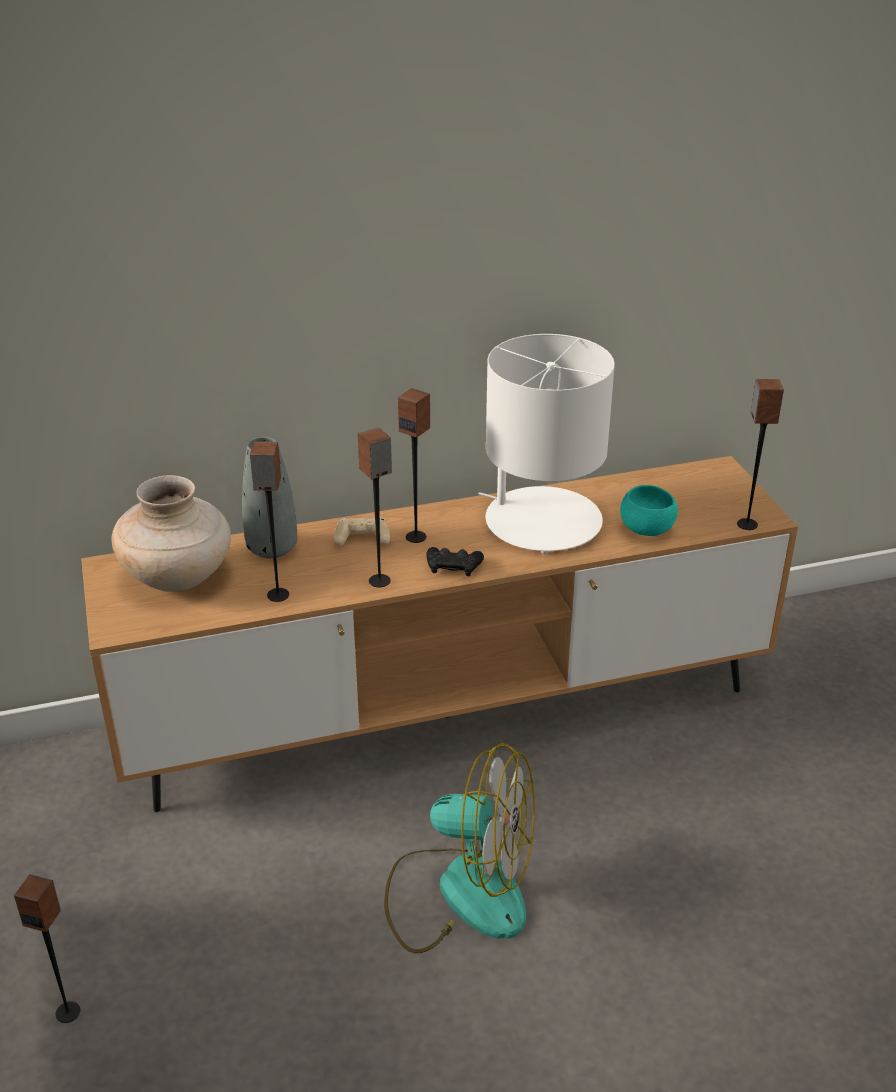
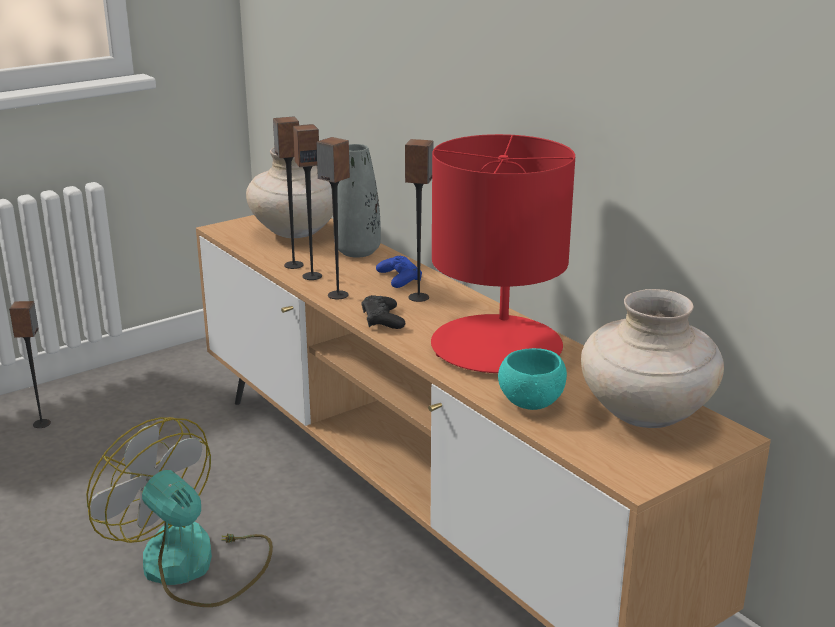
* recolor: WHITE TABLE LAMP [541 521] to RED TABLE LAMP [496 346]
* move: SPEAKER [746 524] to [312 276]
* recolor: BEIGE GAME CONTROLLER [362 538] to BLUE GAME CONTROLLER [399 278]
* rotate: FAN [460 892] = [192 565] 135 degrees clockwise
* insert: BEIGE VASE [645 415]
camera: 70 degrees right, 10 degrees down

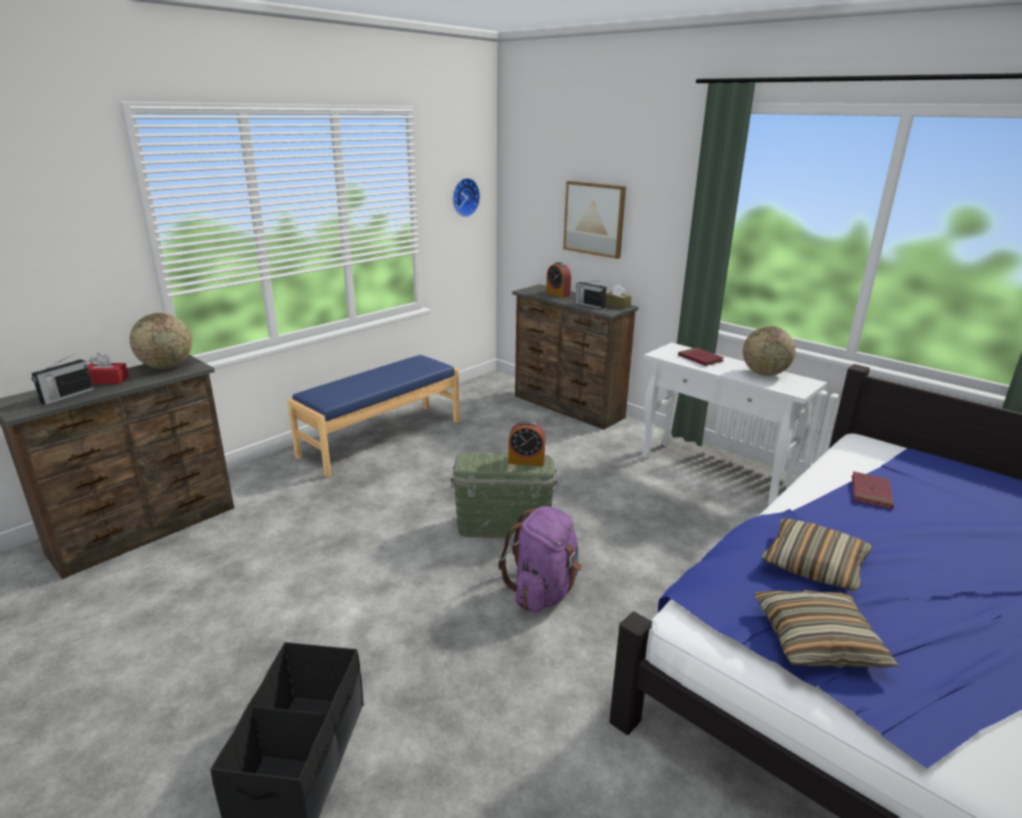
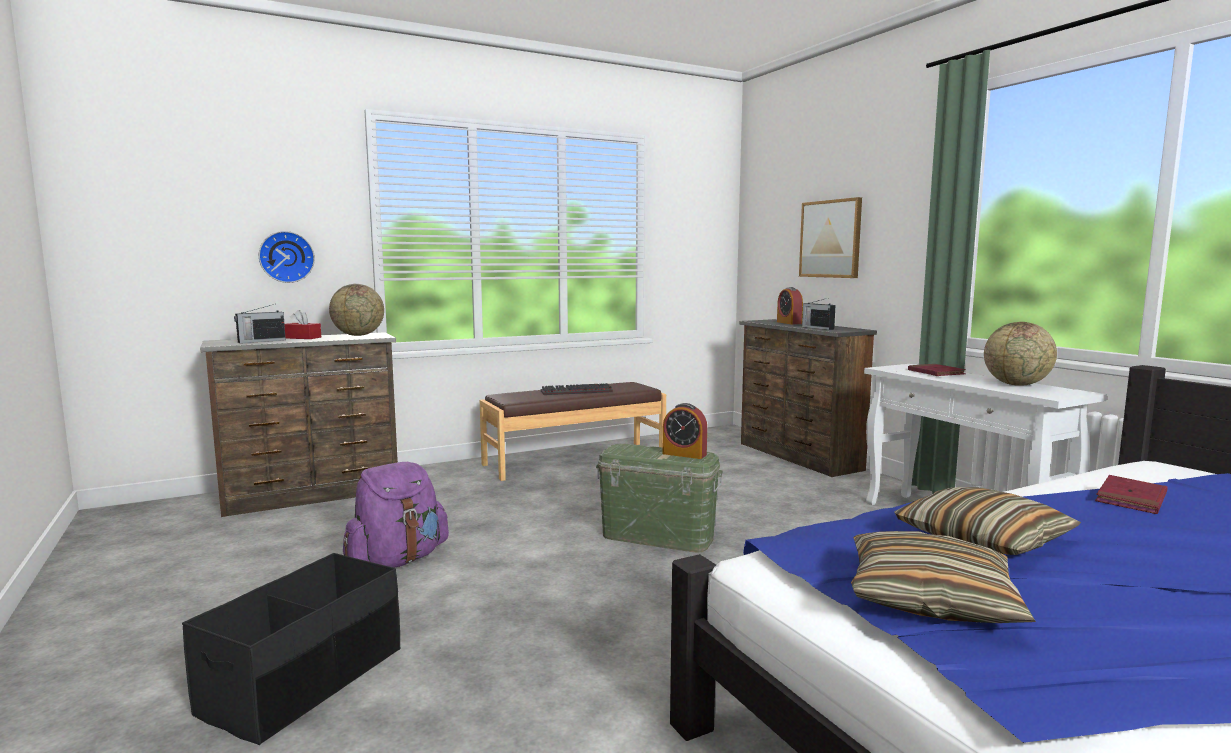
* move: WALL CLOCK [464 197] to [286 257]
* delete: BROWN TISSUE BOX [616 305]
* recolor: BLUE BENCH [381 438] to BROWN BENCH [575 460]
* move: PURPLE BACKPACK [543 591] to [398 560]
* insert: KEYBOARD [575 392]
camera: 20 degrees right, 15 degrees down

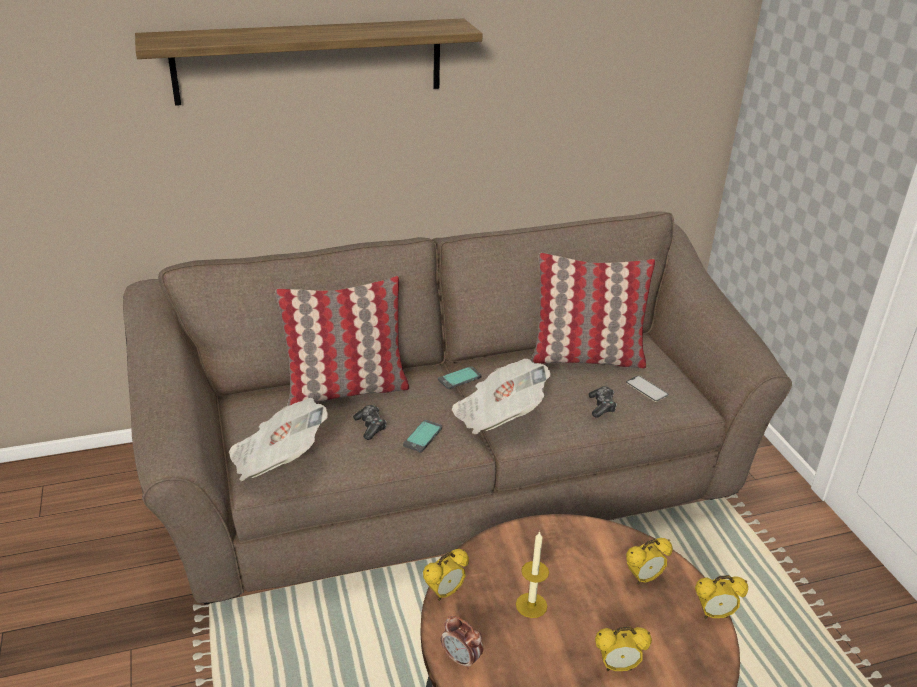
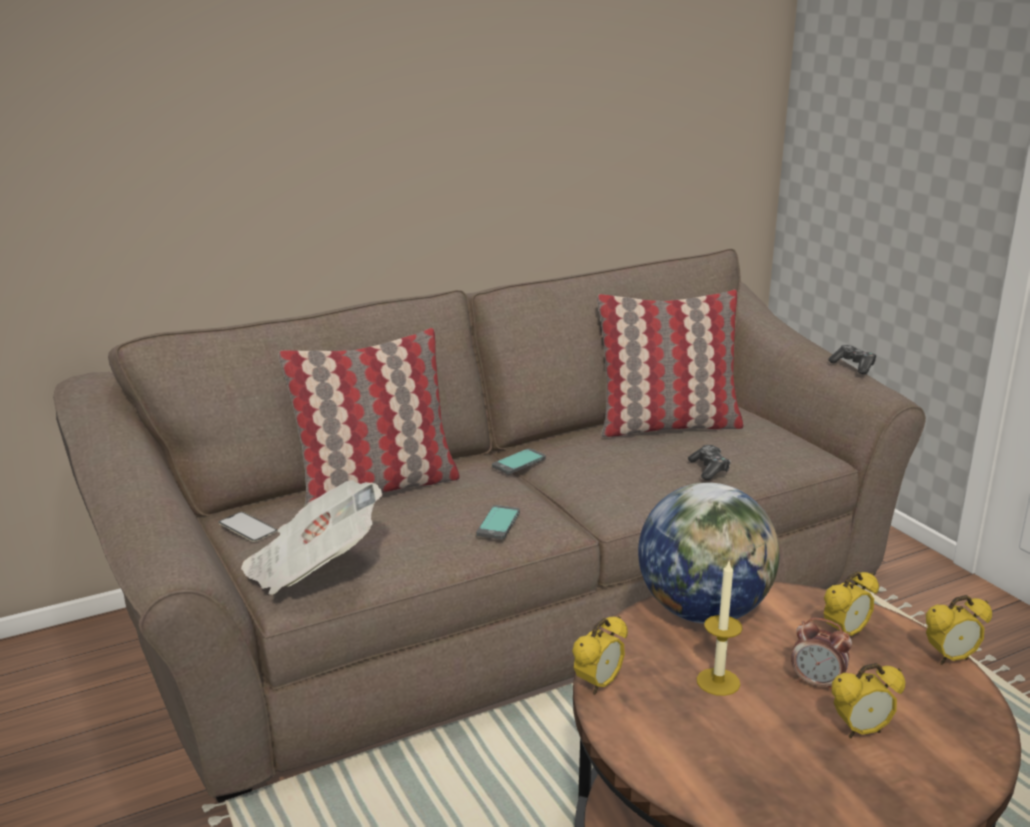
* delete: SHELF [309 61]
* delete: NEWSPAPER [498 415]
* move: PHONE [647 389] to [247 527]
* move: GAME CONTROLLER [370 426] to [853 366]
* move: ALARM CLOCK [461 659] to [817 683]
* insert: GLOBE [703 612]
camera: 10 degrees left, 10 degrees down

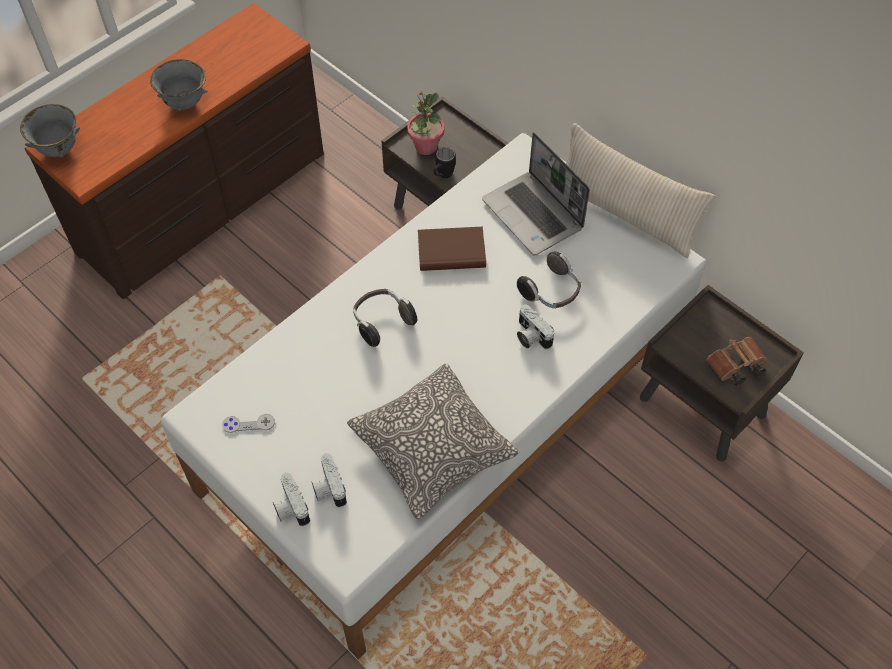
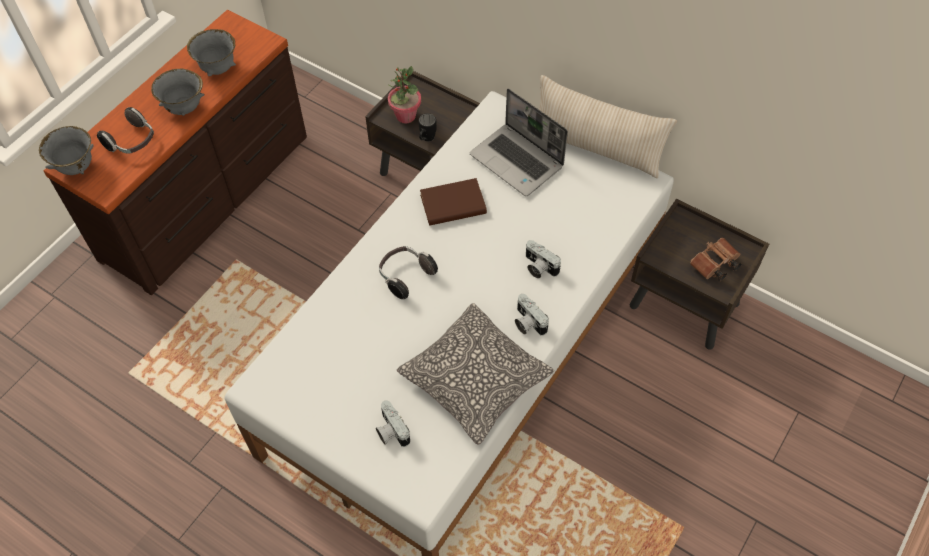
* move: HEADPHONES [551 292] to [132 142]
* delete: GREY GAME CONTROLLER [248 424]
* move: PHOTO CAMERA [290 507] to [527 322]
* insert: GREY BOWL [218 69]
camera: 10 degrees left, 0 degrees up

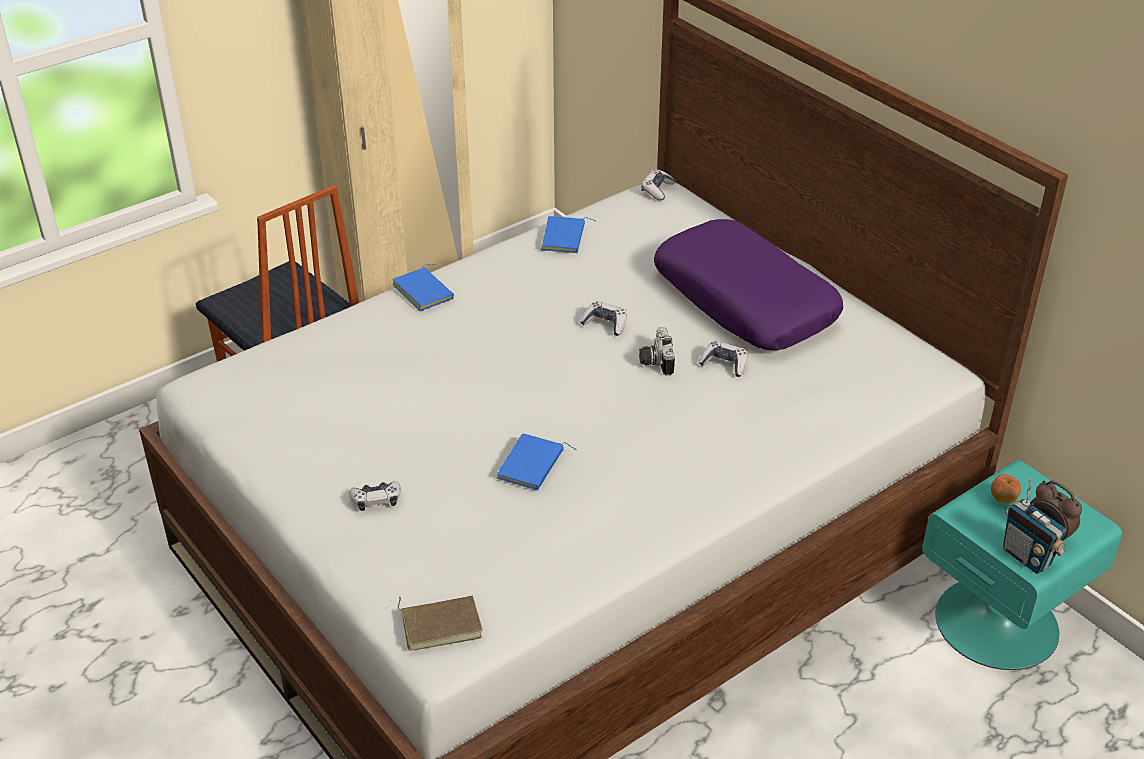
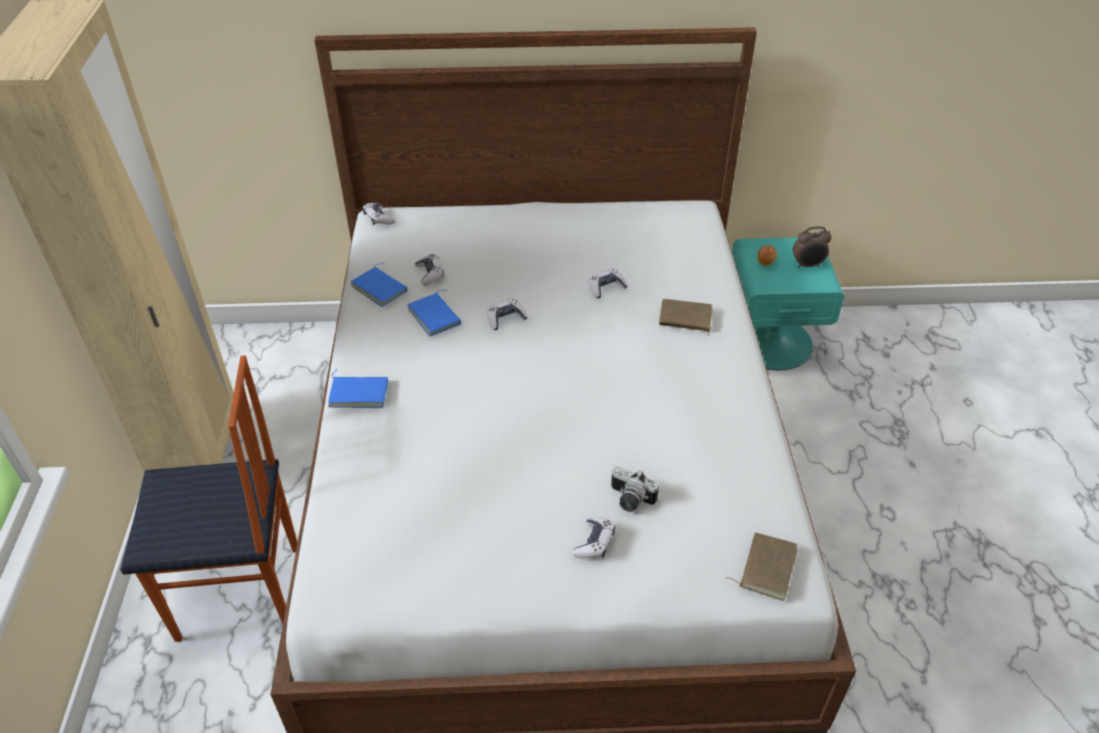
* delete: PURPLE PILLOW [745 301]
* move: PHOTO CAMERA [655 361] to [629 500]
* move: BLUE BOOK [532 466] to [436 316]
* delete: RADIO [1027 557]
* insert: GAME CONTROLLER [430 274]
* insert: BROWN BOOK [685 319]
camera: 55 degrees left, 5 degrees up

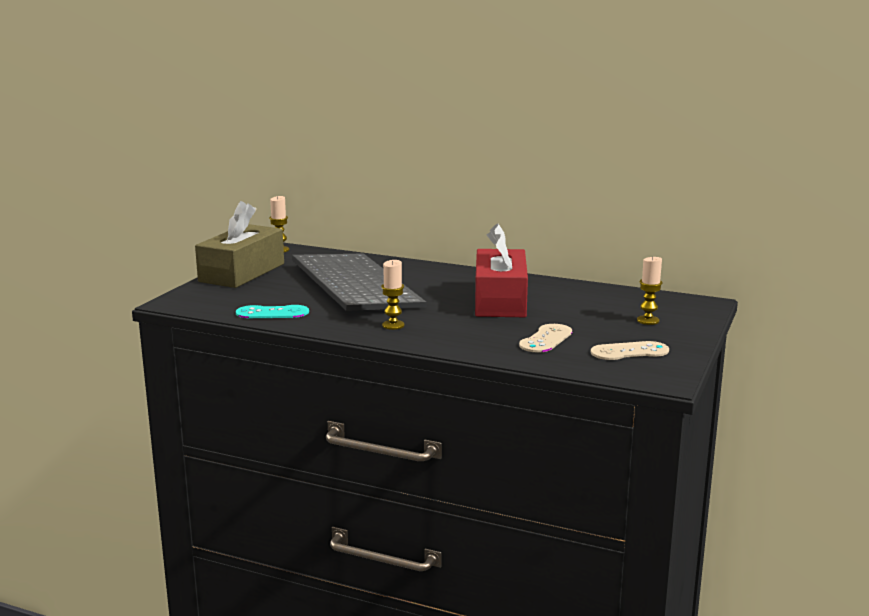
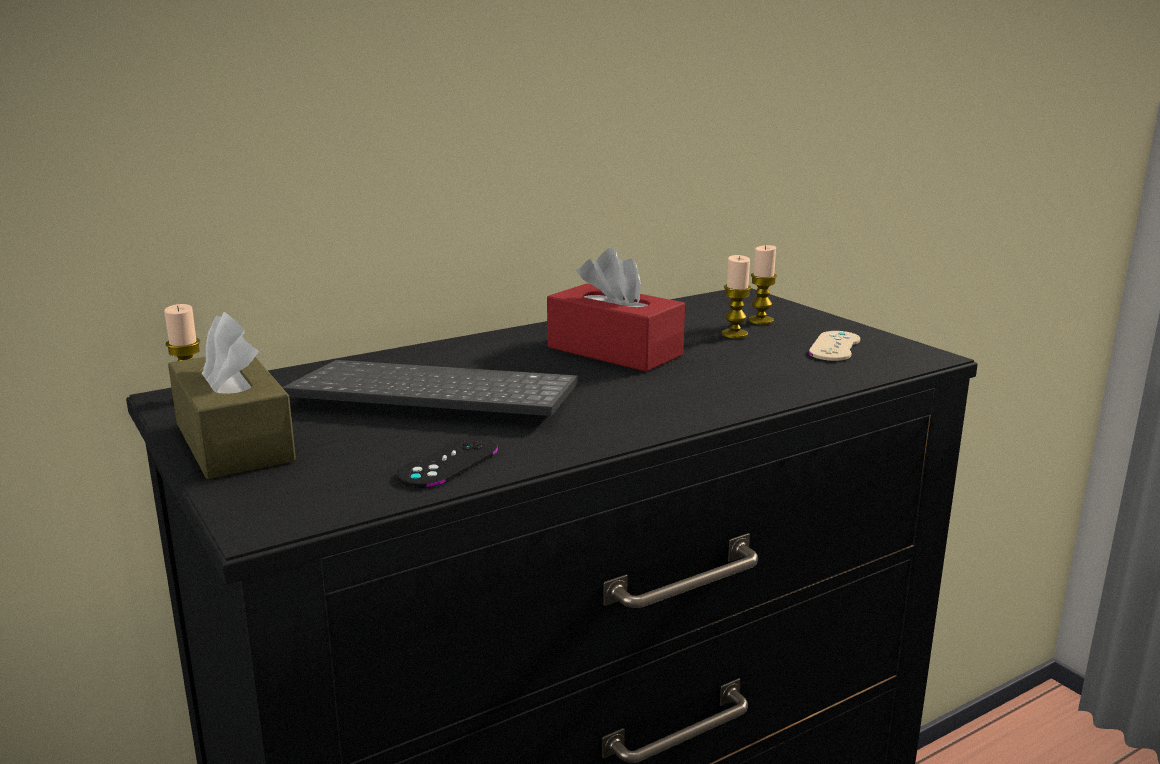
* move: CANDLE [393 325] to [734 334]
* recolor: TURQUOISE GAME CONTROLLER [272 312] to BLACK GAME CONTROLLER [448 462]
* delete: BEIGE GAME CONTROLLER [546 338]
camera: 55 degrees left, 0 degrees up

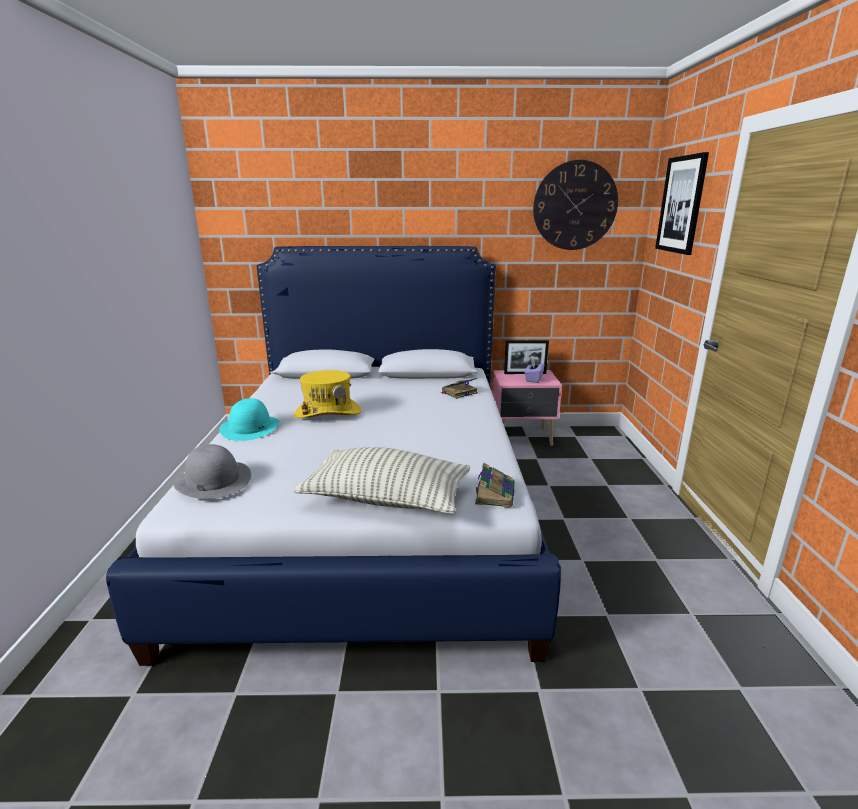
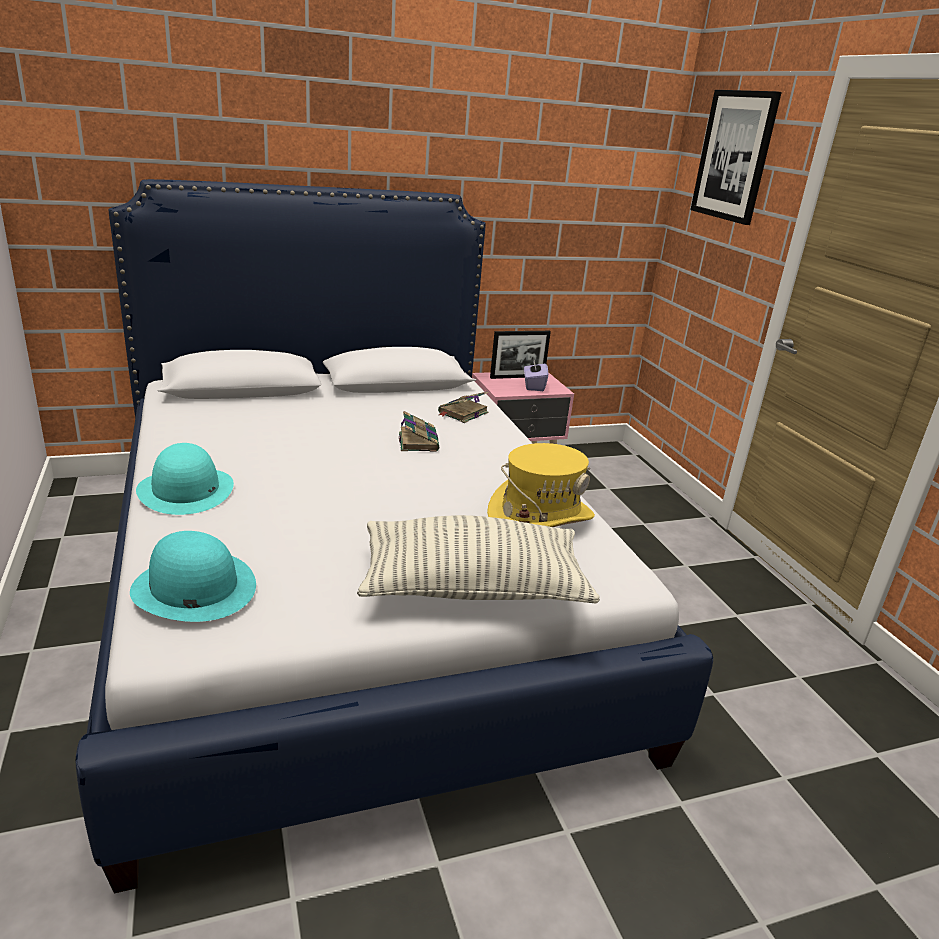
* delete: WALL CLOCK [575 206]
* move: YELLOW HAT [328 413] to [540 516]
* recolor: GREY HAT [213 480] to TURQUOISE HAT [193 587]
* move: BOOK [495 494] to [418 441]
camera: 20 degrees left, 5 degrees up

